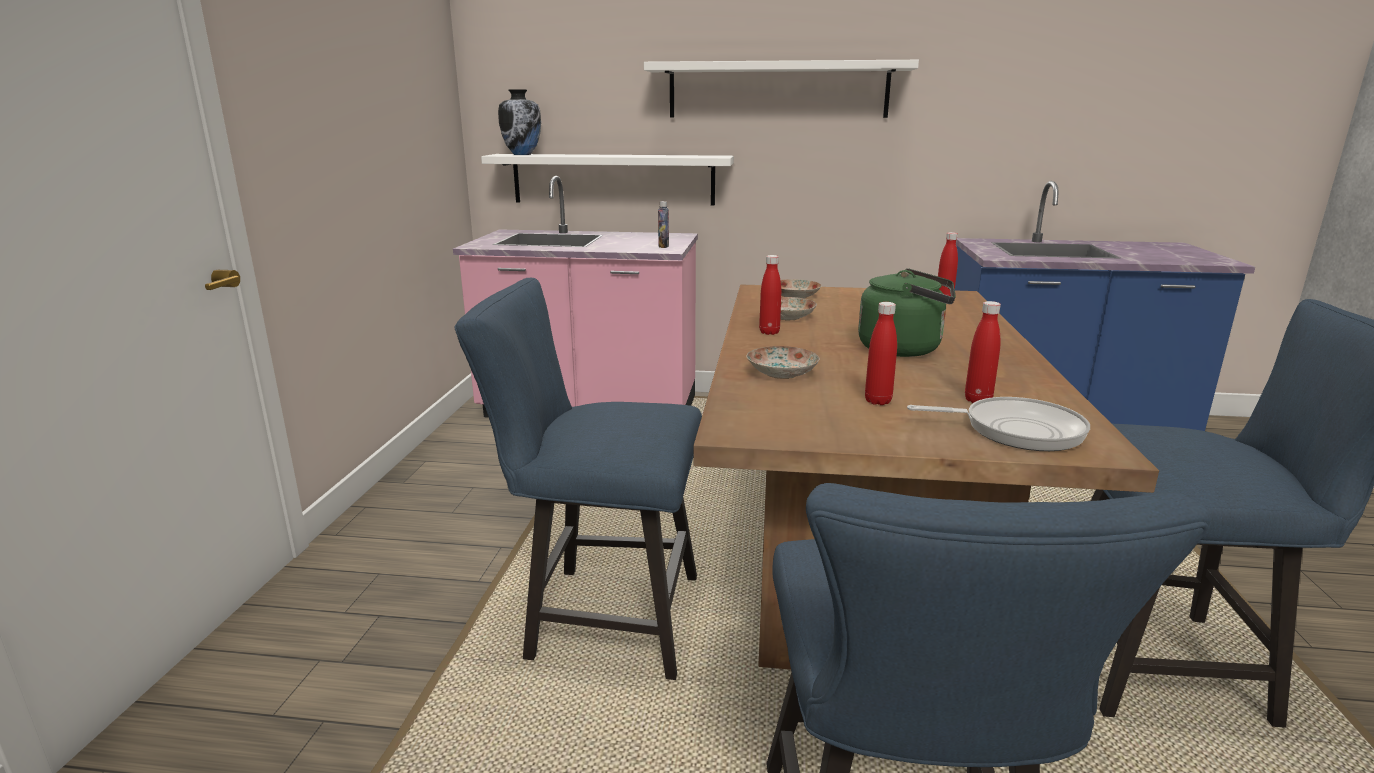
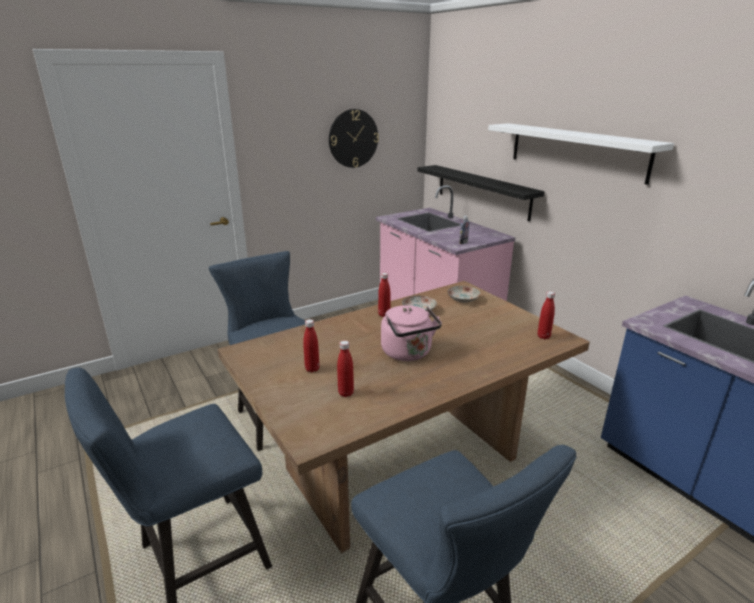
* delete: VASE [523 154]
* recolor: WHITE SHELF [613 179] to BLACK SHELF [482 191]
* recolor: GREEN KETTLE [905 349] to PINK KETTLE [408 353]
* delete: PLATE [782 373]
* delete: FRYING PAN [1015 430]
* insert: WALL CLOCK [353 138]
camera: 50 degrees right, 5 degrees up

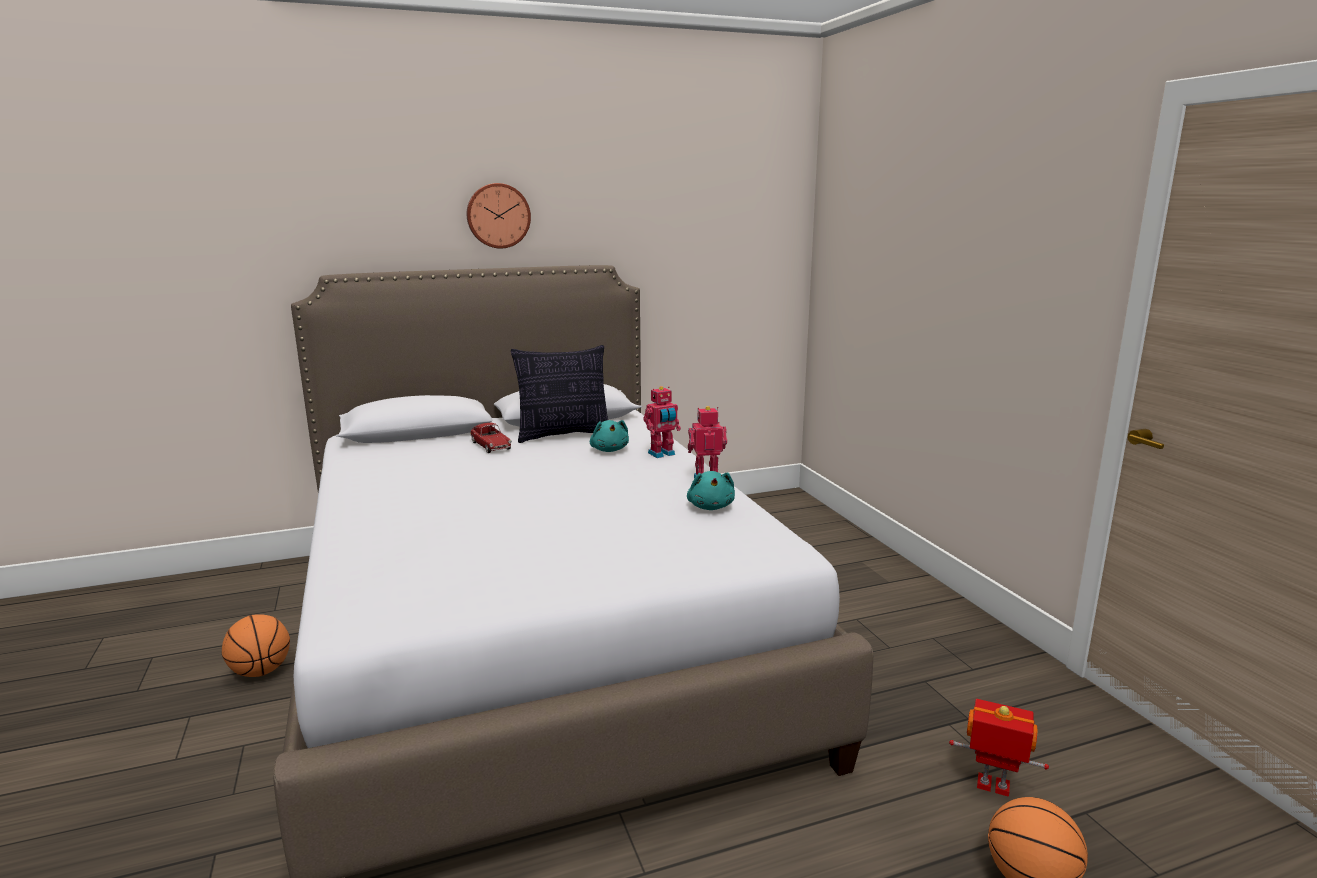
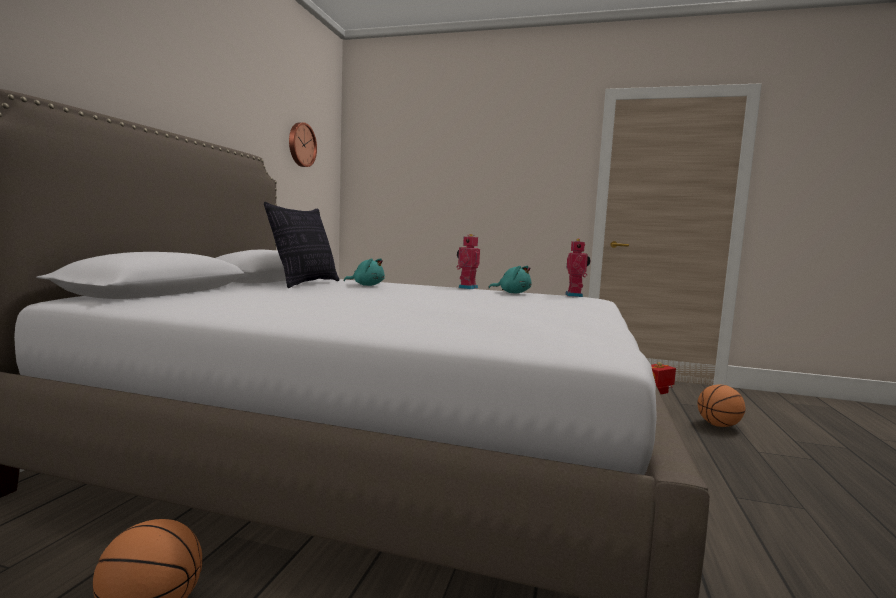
* move: WALL CLOCK [498 216] to [301 145]
* move: TOY ROBOT [662 454] to [575 295]
* delete: TOY CAR [491 446]
camera: 55 degrees left, 10 degrees down

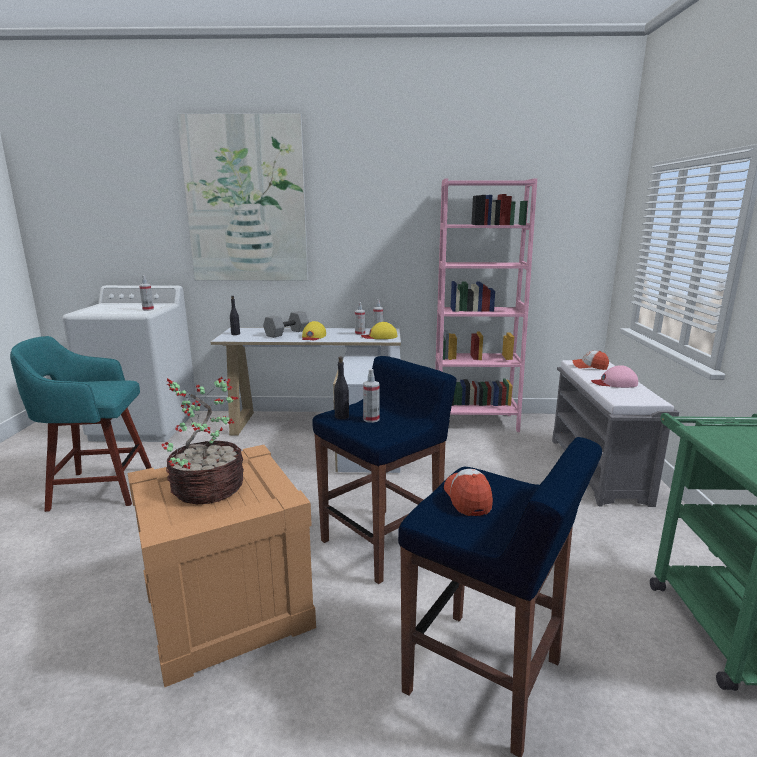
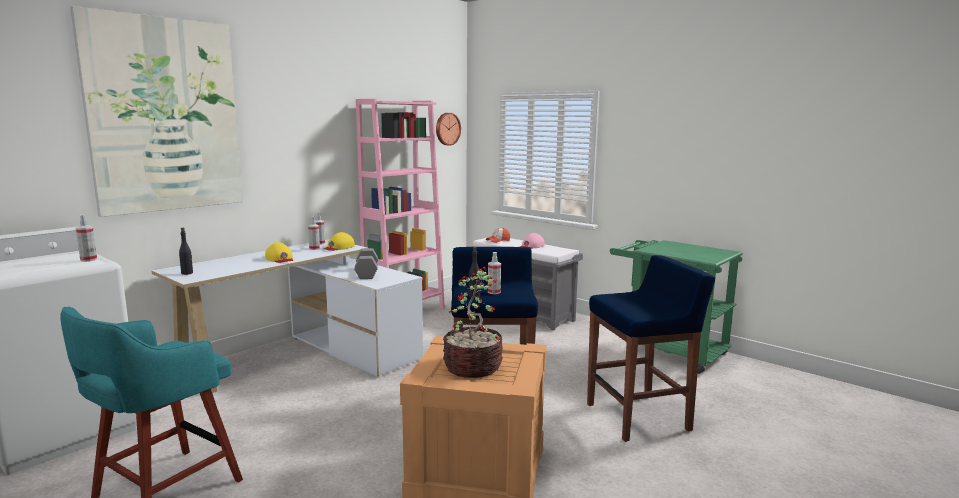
* move: GREY DUMBBELL [287 333] to [367 273]
* delete: CAP [467 498]
* insert: WALL CLOCK [447 129]
camera: 50 degrees left, 5 degrees down

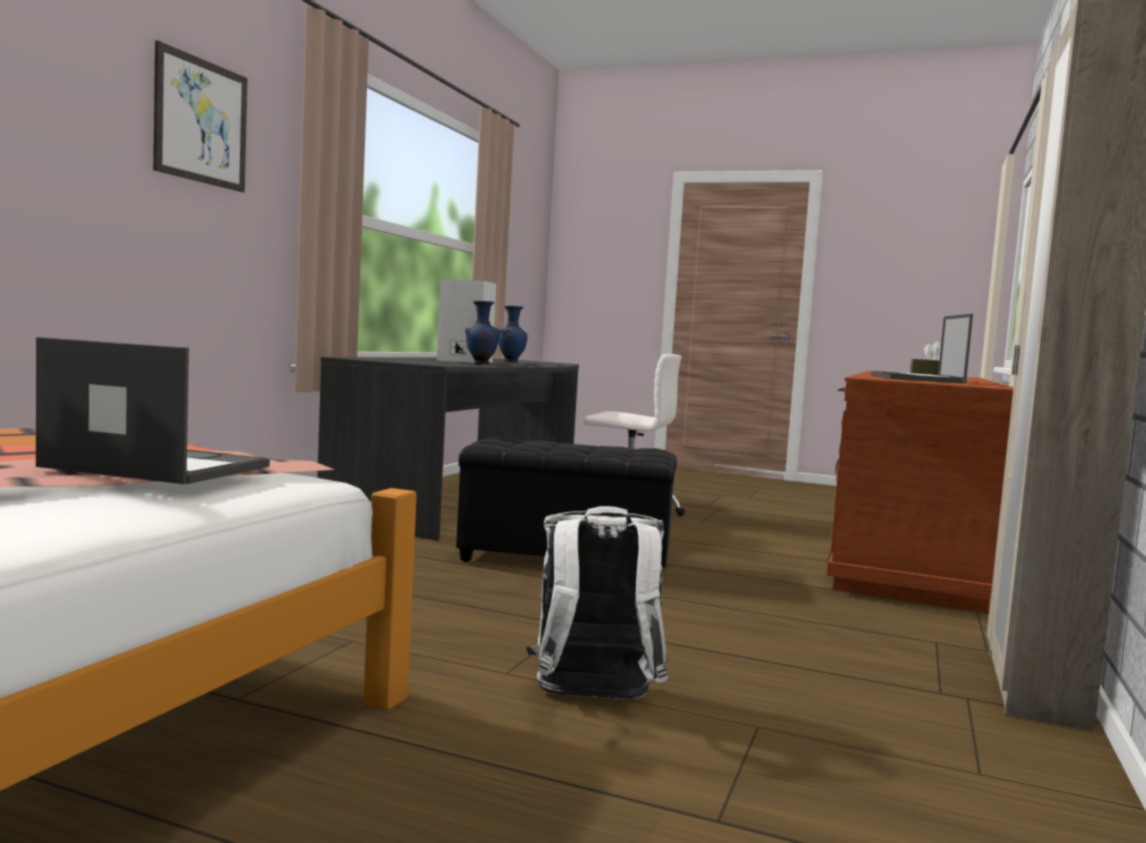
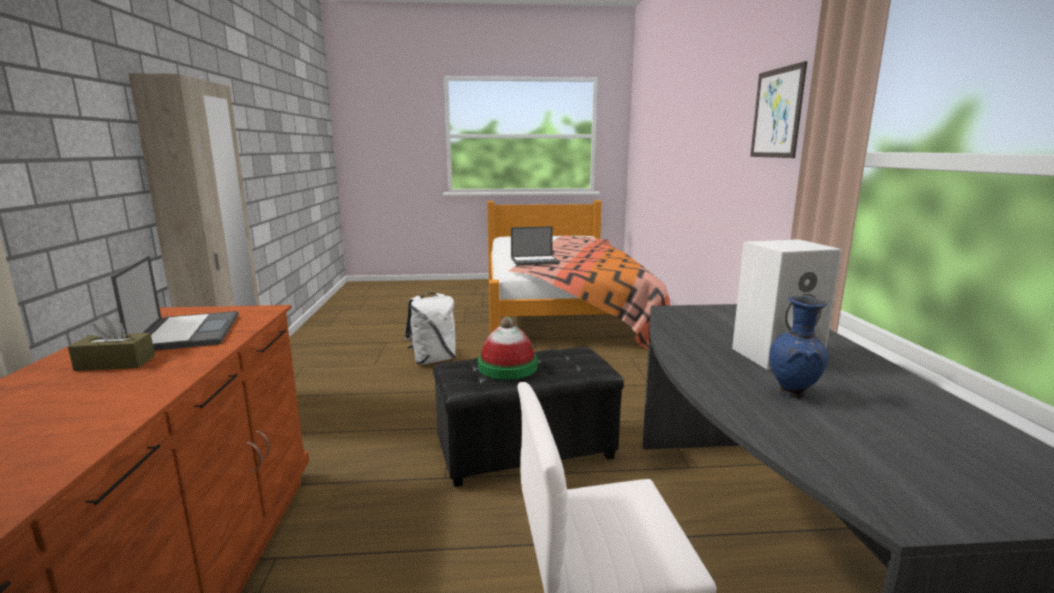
* delete: BLUE VASE [480 364]
* insert: HAT [507 367]
camera: 155 degrees right, 10 degrees up

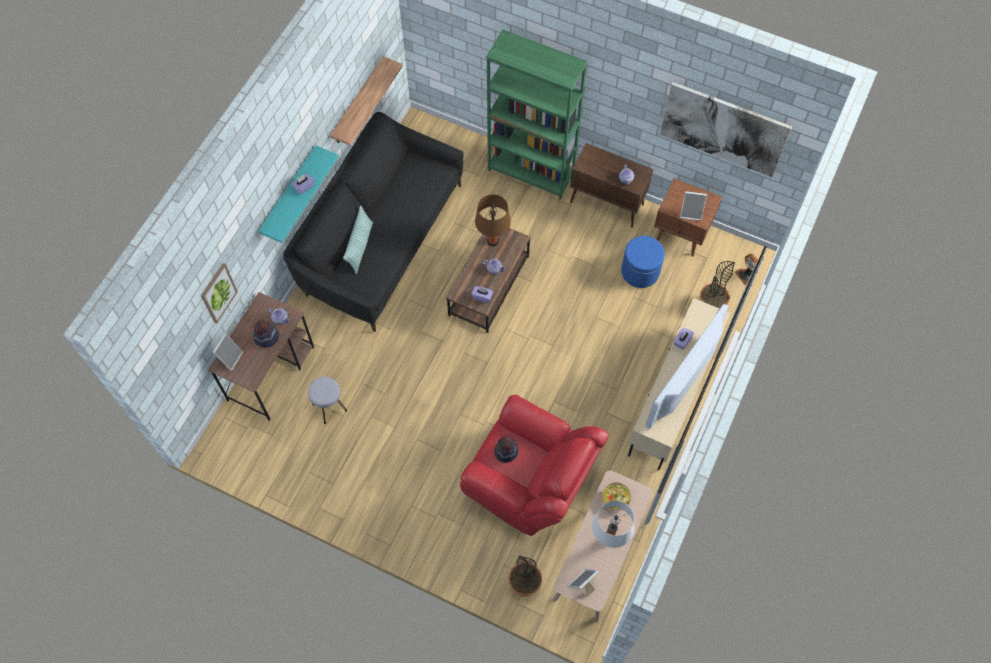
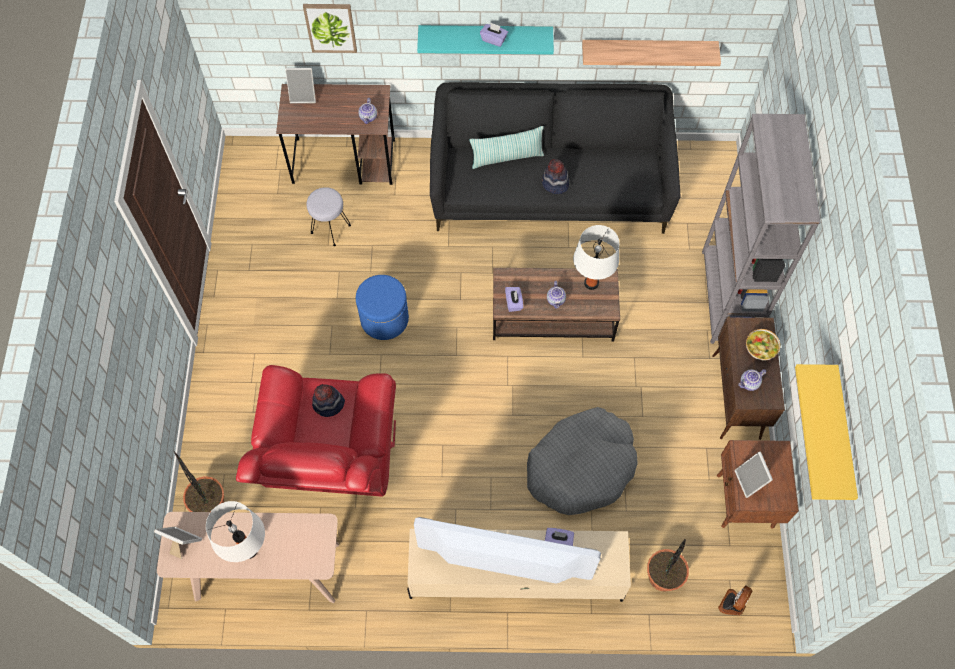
* recolor: GREEN BOOKCASE [531 172] to GREY BOOKCASE [727 297]
* replace: PICTURE [724 129] to YELLOW SHELF [842 436]
* recolor: BROWN TABLE LAMP [493 241] to WHITE TABLE LAMP [591 283]
* move: BLUE OTTOMAN [640 271] to [384 319]
* move: HAT [267 338] to [555 184]
* move: BOWL [615 498] to [760 348]
* insert: GREY DOG BED [581 466]
camera: 65 degrees right, 0 degrees up

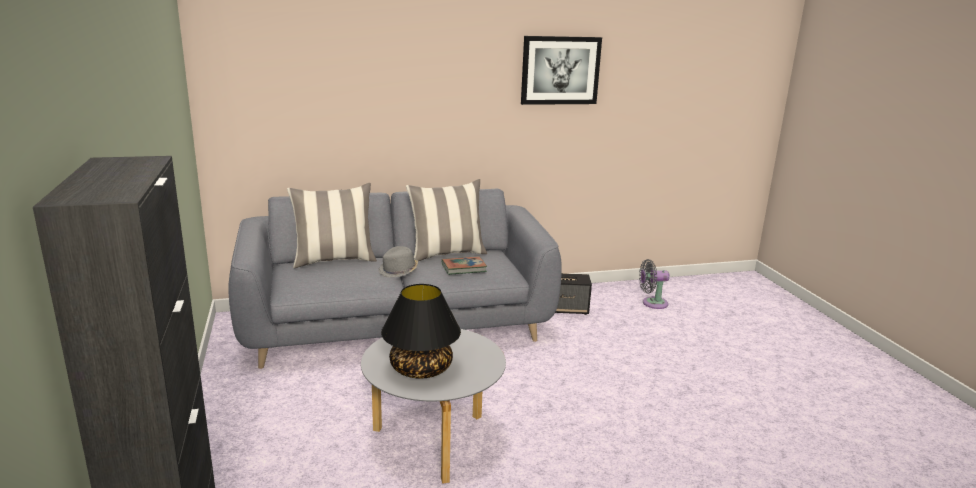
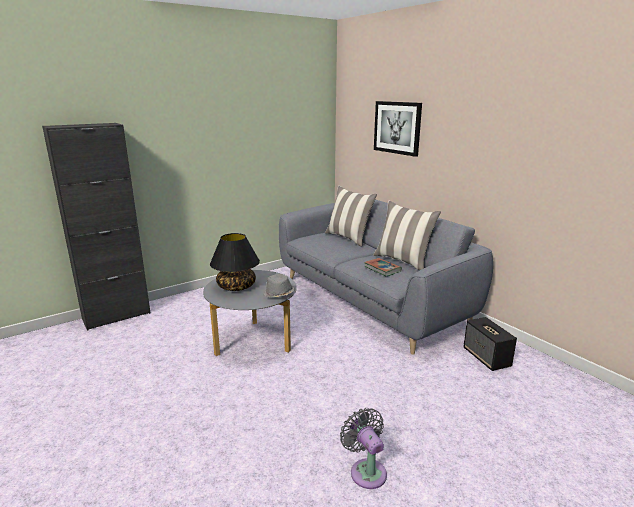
* move: PICTURE [560 70] to [397 127]
* move: GREY HAT [398 271] to [278 294]
* move: GREY FAN [652 303] to [366 470]
camera: 70 degrees right, 0 degrees up

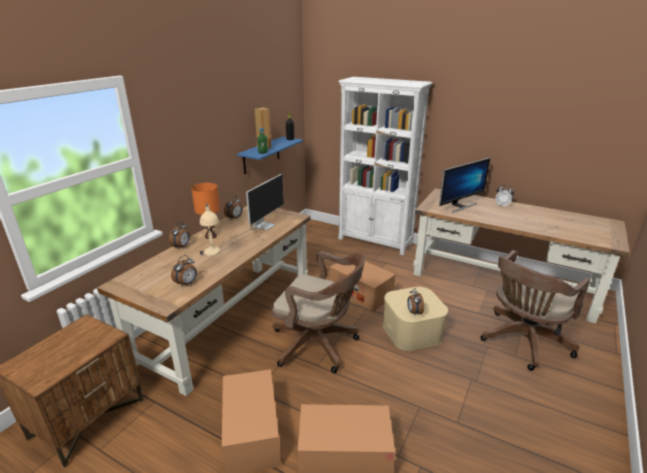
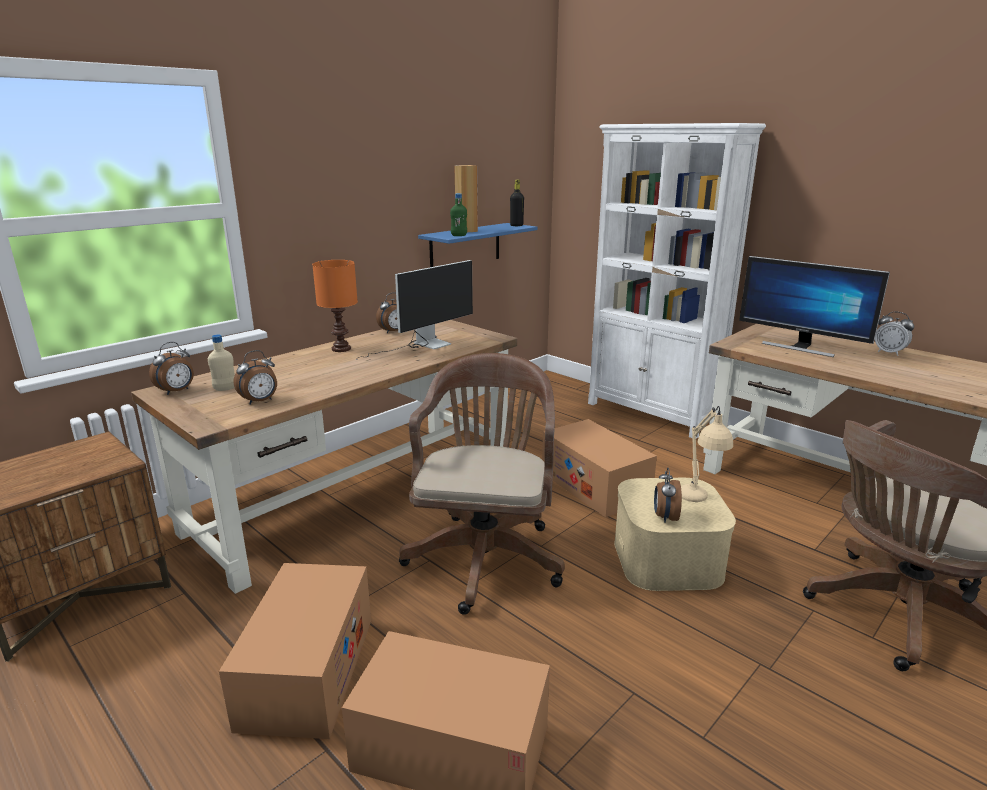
* rotate: MONITOR [460 206] = [800 347] 60 degrees clockwise
* move: BEIGE TABLE LAMP [212 256] to [696 503]
* move: ALARM CLOCK [181 247] to [177 391]
* rotate: BROWN OFFICE CHAIR [318 345] = [485 554] 120 degrees counterclockwise
* insert: BEIGE BOTTLE [225 389]
camera: 15 degrees right, 5 degrees down

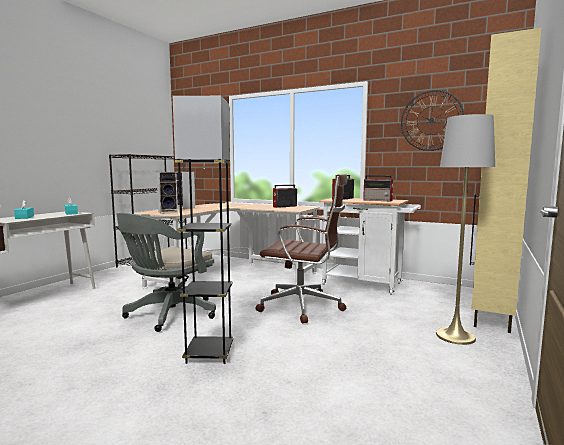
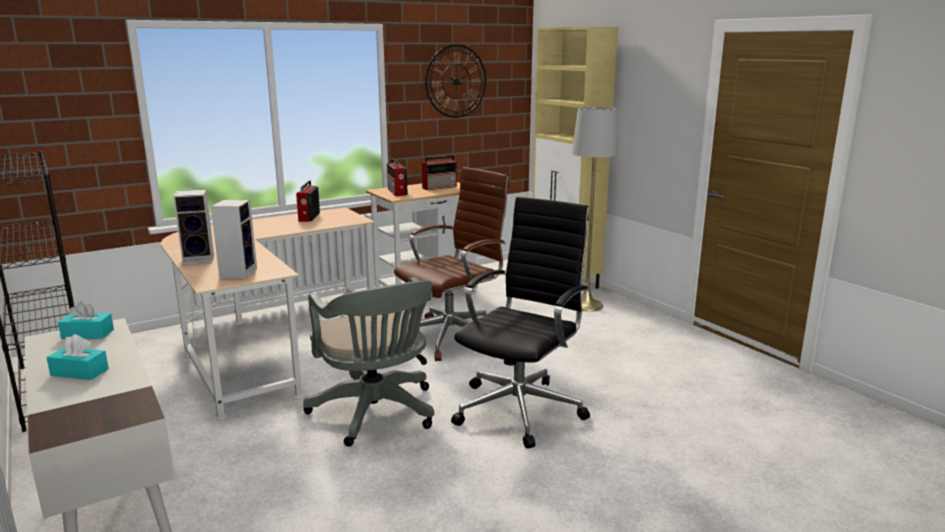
* replace: GREY FLOOR LAMP [209 354] to BLACK OFFICE CHAIR [521 408]
camera: 60 degrees left, 10 degrees up

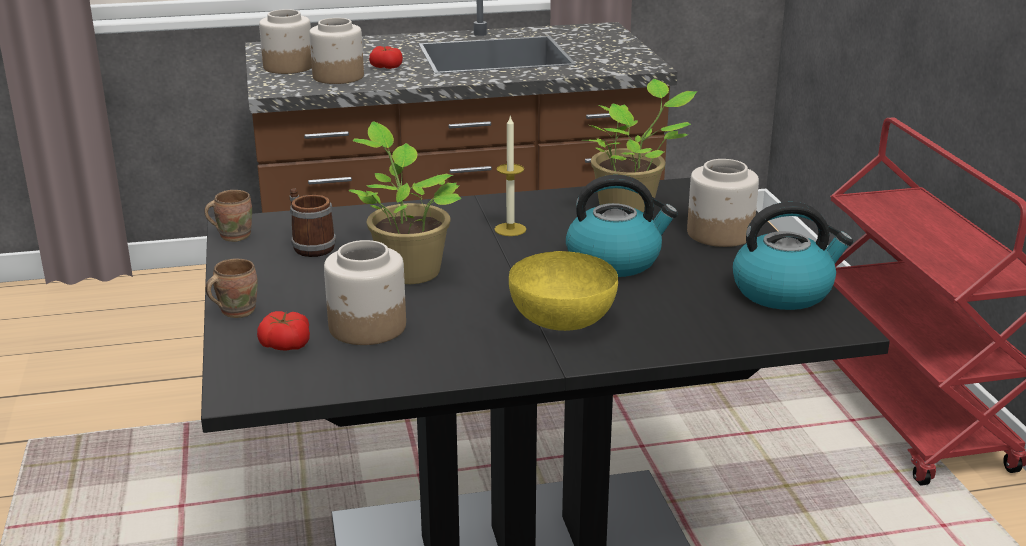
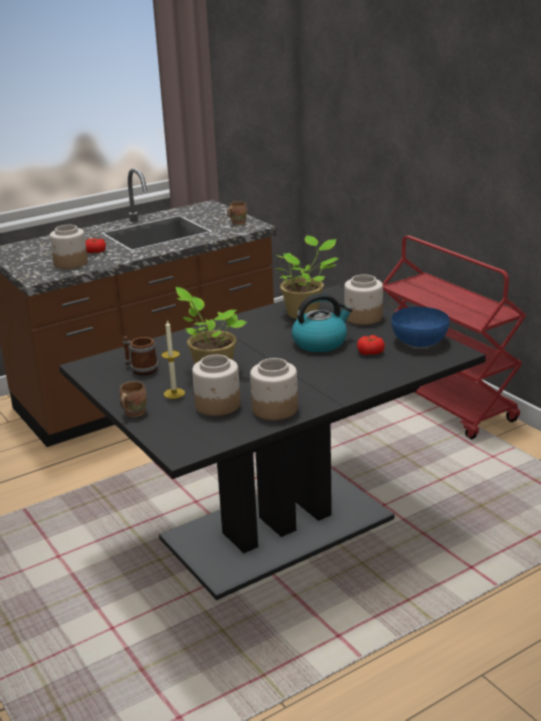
* move: JAR [287 67] to [274 409]
* move: CANDLE [510 229] to [174 393]
* move: BROWN MUG [233 235] to [237 222]
* replace: KETTLE [783 291] to BLUE BOWL [418 341]
* delete: YELLOW BOWL [561 318]
* move: TOMATO [285 344] to [370 352]
camera: 20 degrees left, 0 degrees up

